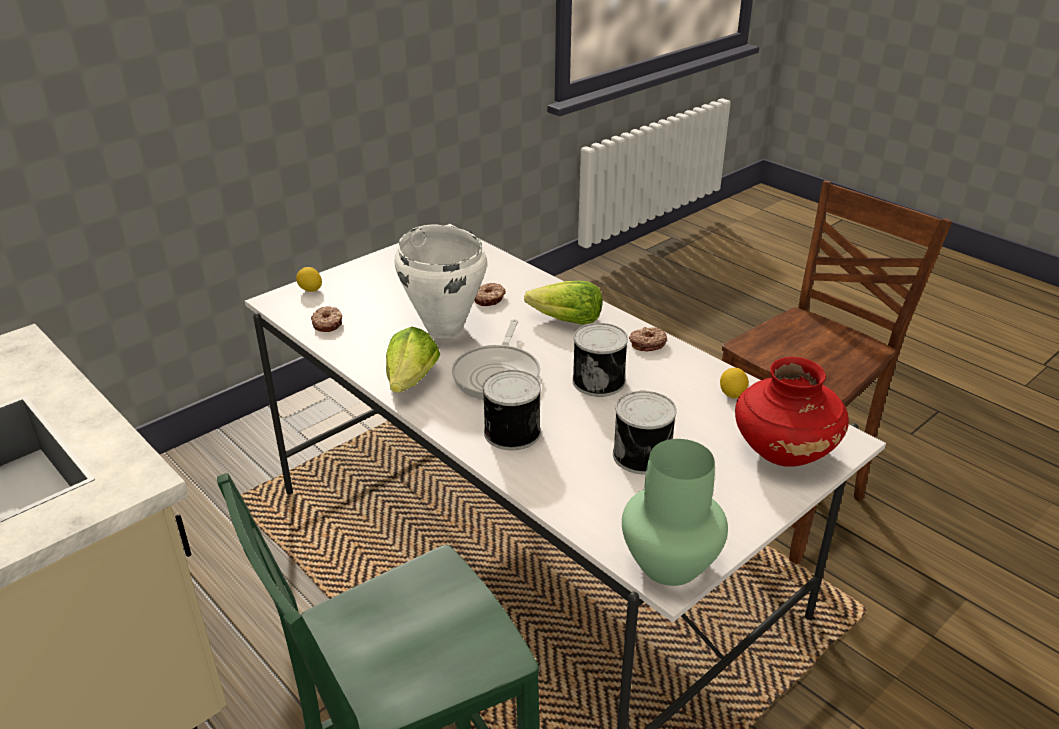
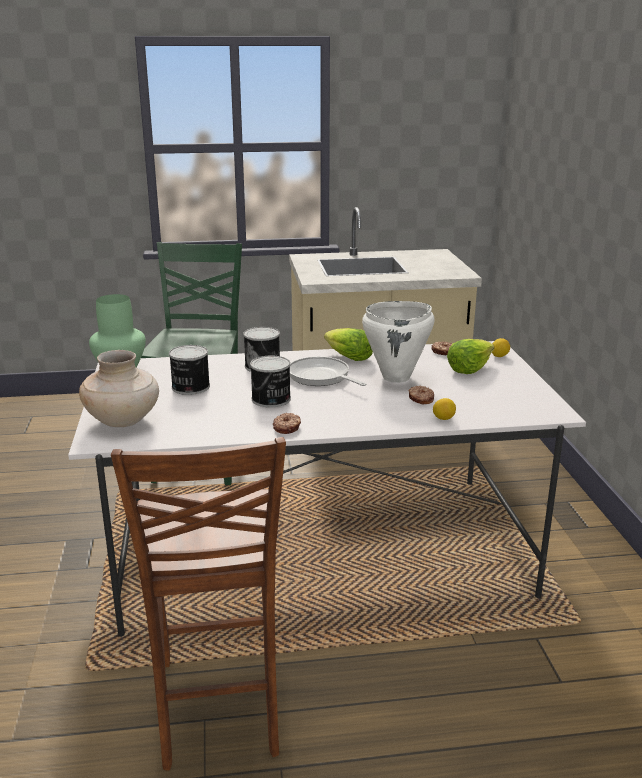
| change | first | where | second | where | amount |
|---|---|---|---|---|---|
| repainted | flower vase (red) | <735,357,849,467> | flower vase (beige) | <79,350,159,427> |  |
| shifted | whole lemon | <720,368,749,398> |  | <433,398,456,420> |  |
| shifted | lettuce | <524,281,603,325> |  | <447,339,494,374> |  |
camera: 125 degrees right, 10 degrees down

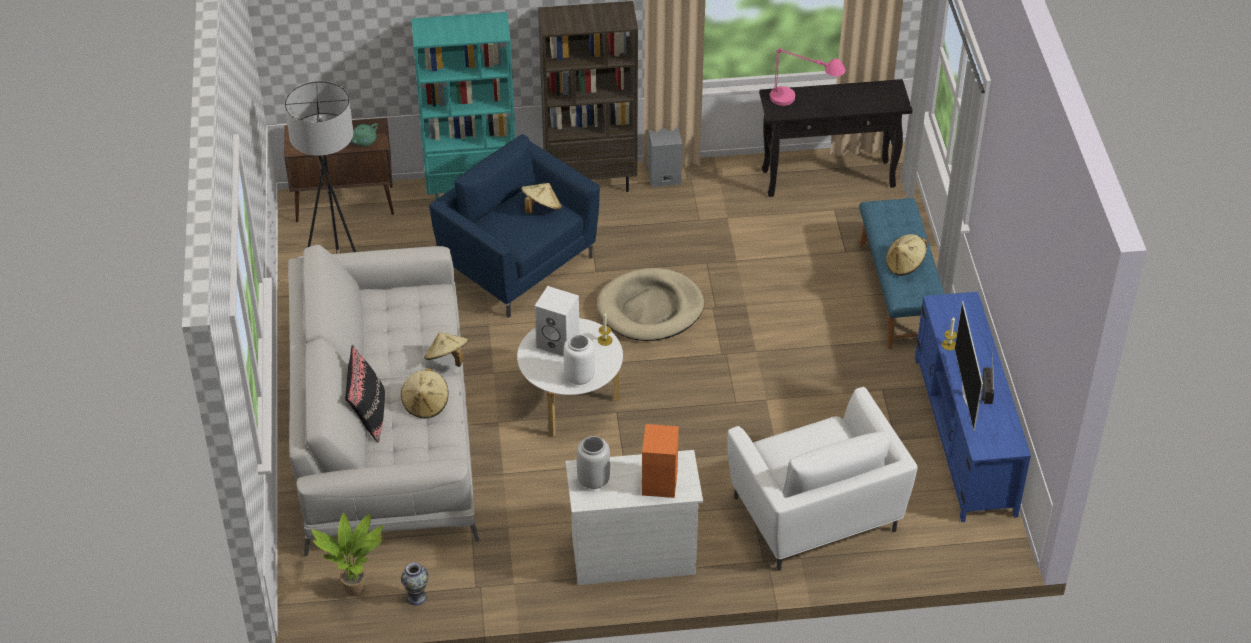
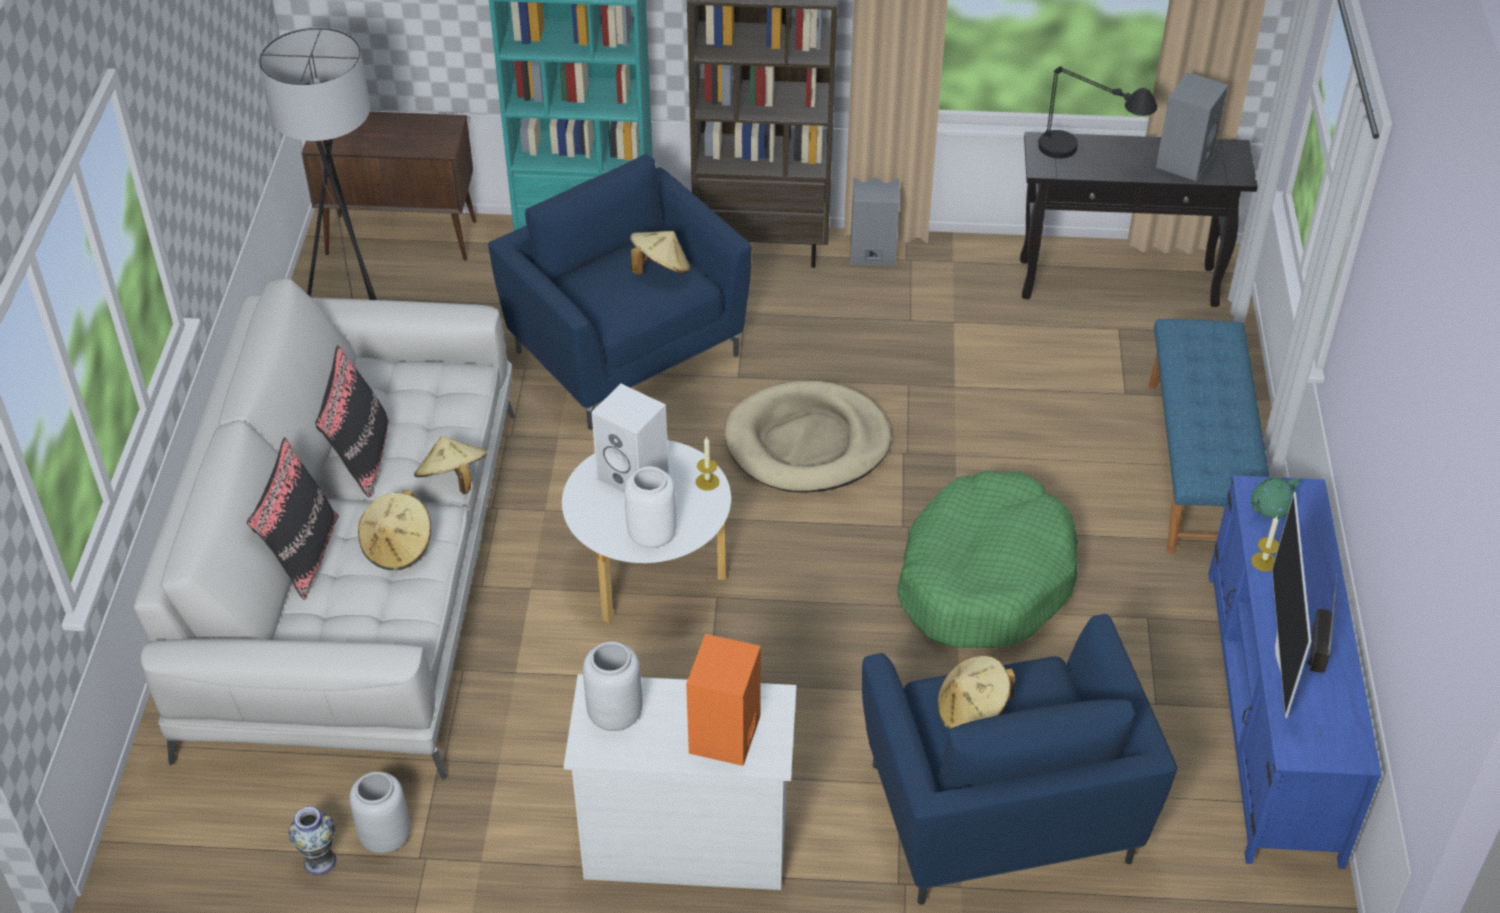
| change | first | where | second | where | amount |
|---|---|---|---|---|---|
| new |  |  | pillow (black-coloured) | <315,345,389,498> |  |
| new |  |  | flower vase (greyish) | <349,772,410,854> |  |
| repainted | easy chair (whitish) | <727,387,918,571> | easy chair (blue-coloured) | <862,614,1177,905> |  |
| new |  |  | dog cushion (greenish) | <897,470,1078,648> |  |
| shifted | wearable hat (beige) | <886,234,927,276> |  | <937,656,1015,730> |  |
| repainted | tabletop lamp (pink-coloured) | <769,48,845,106> | tabletop lamp (black-coloured) | <1038,66,1157,159> |  |
| new |  |  | audio speaker (greyish) | <1156,72,1228,181> |  |
| shifted | teapot (greenish) | <351,123,378,146> |  | <1249,477,1300,518> |  |
| gone | plant in a pot | <312,513,383,597> |  |  |  |
camera: 10 degrees right, 0 degrees up

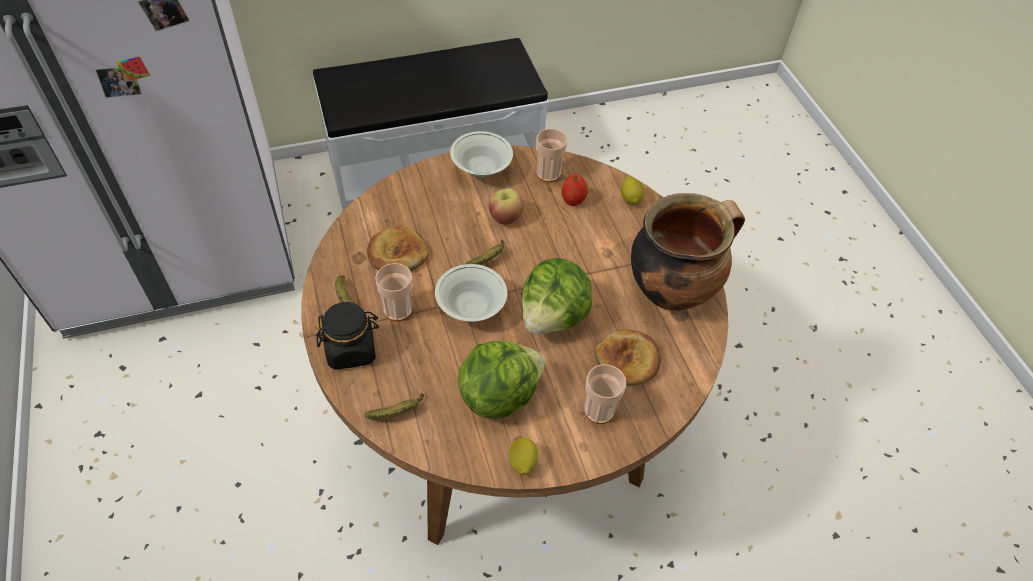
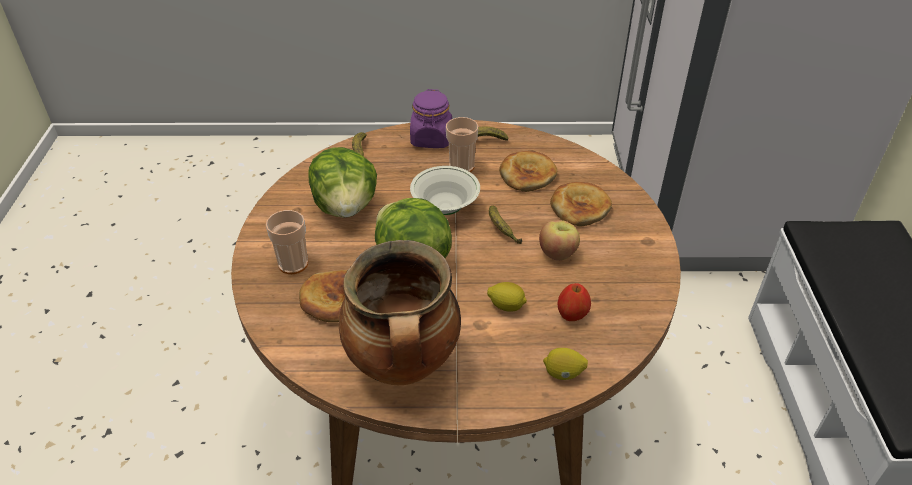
| change | first | where | second | where | amount |
|---|---|---|---|---|---|
| repainted | preserve jar (black-coloured) | <315,302,379,370> | preserve jar (purple-coloured) | <410,89,452,148> |  |
| shifted | whole lemon | <508,437,538,476> |  | <487,282,527,312> |  |
| new |  |  | bread | <550,182,612,227> |  |
| gone | bowl (whitish) | <450,131,513,178> |  |  |  |
| gone | drinking cup | <536,129,567,182> |  |  |  |
camera: 110 degrees right, 10 degrees down

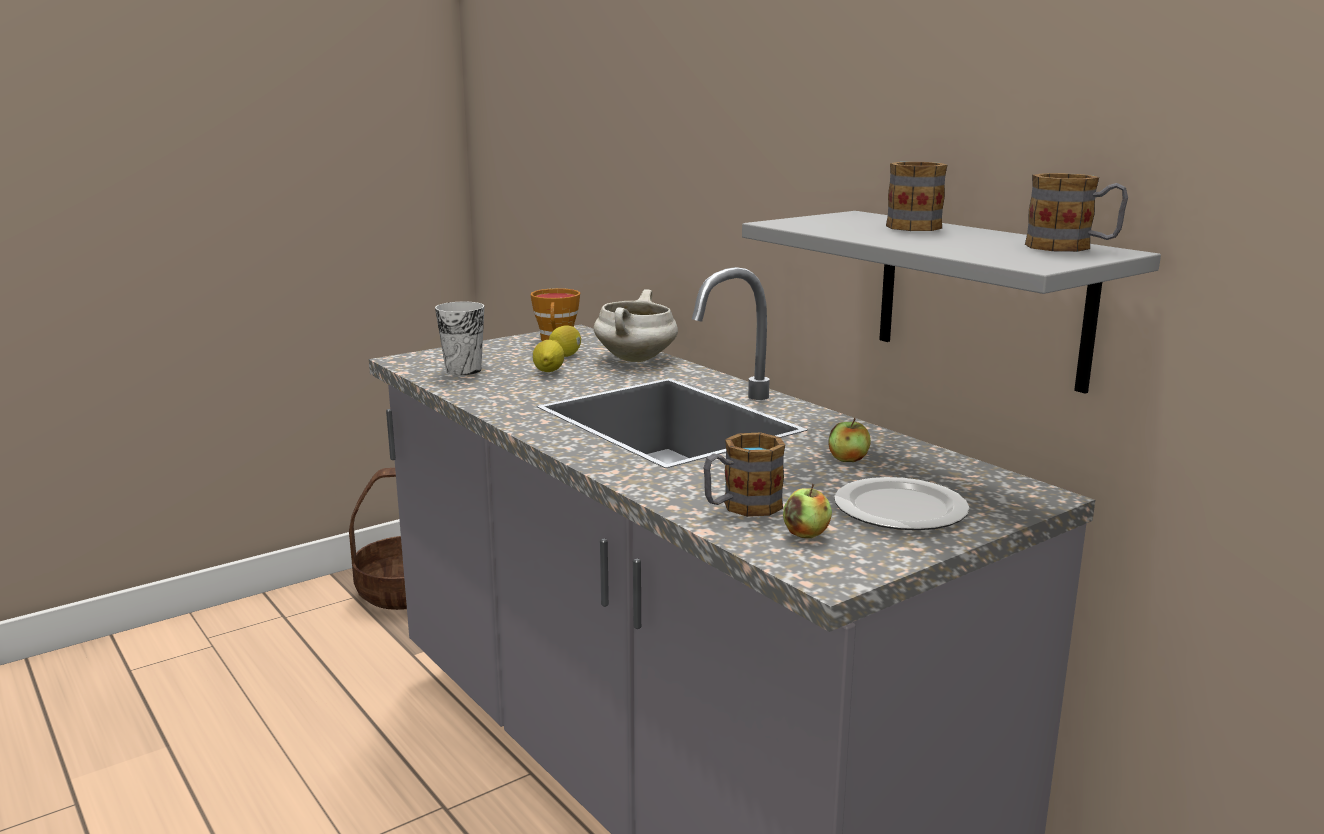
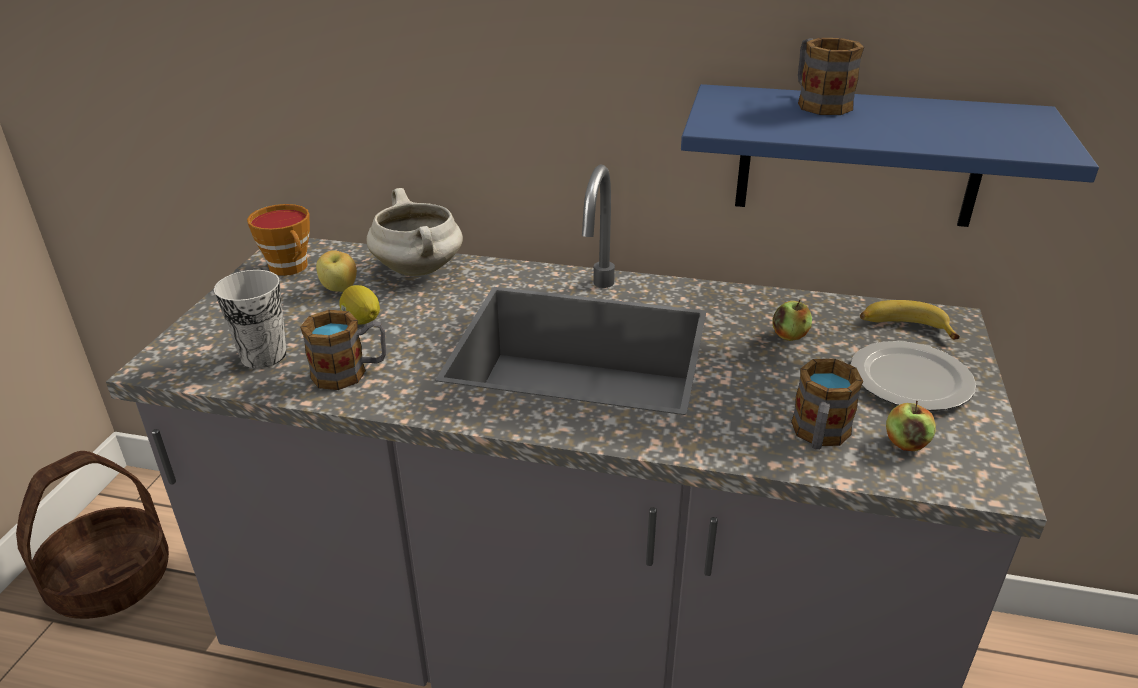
| change | first | where | second | where | amount |
|---|---|---|---|---|---|
| shifted | coffee mug | <1025,173,1128,252> |  | <300,310,386,390> |  |
| swapped | whole lemon | <549,325,581,357> | apple | <316,250,357,292> |  |
| repainted | bracket shelf (greyish) | <742,211,1161,394> | bracket shelf (blue-coloured) | <681,84,1099,227> |  |
| new |  |  | banana | <860,300,960,339> |  |
camera: 40 degrees left, 15 degrees up

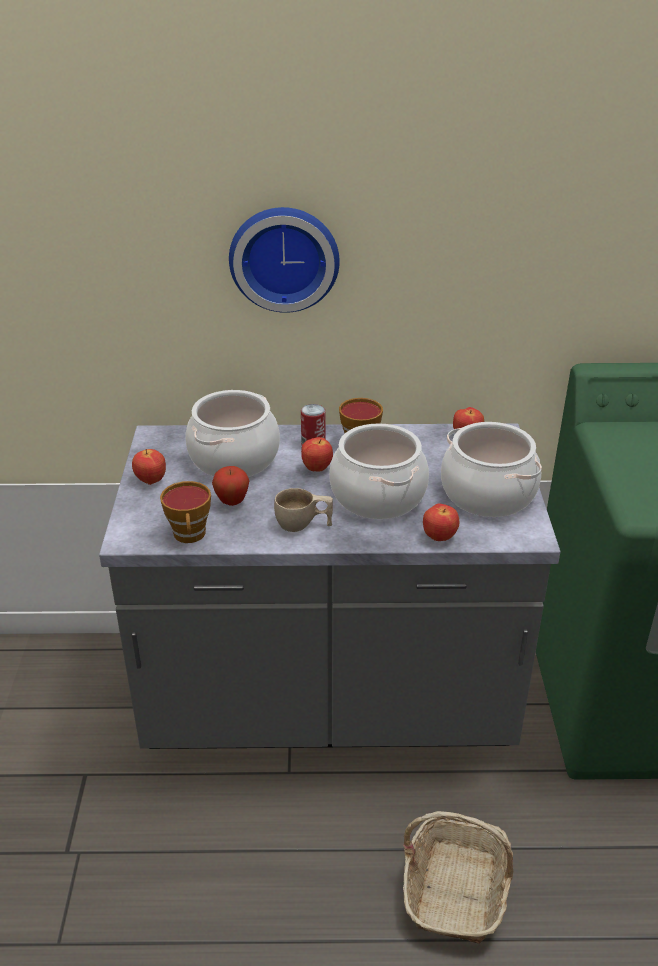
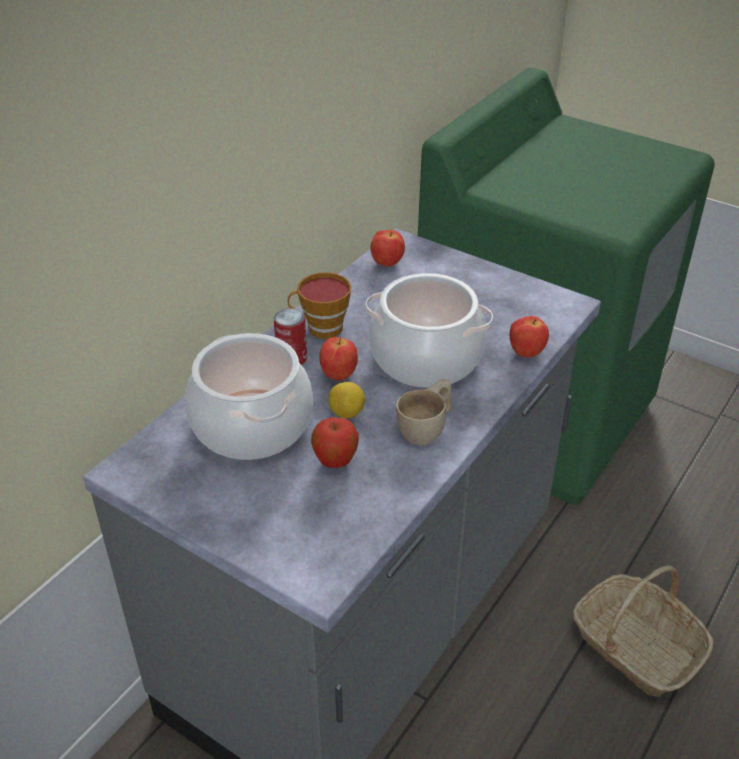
| change | first | where | second | where | amount |
|---|---|---|---|---|---|
| new |  |  | whole lemon | <328,382,365,419> |  |
| gone | apple | <132,449,166,485> |  |  |  |
| gone | drinking cup | <160,481,211,543> |  |  |  |
| gone | hanging clock | <229,207,340,313> |  |  |  |
| gone | stockpot | <441,422,542,517> |  |  |  |
camera: 55 degrees left, 5 degrees up

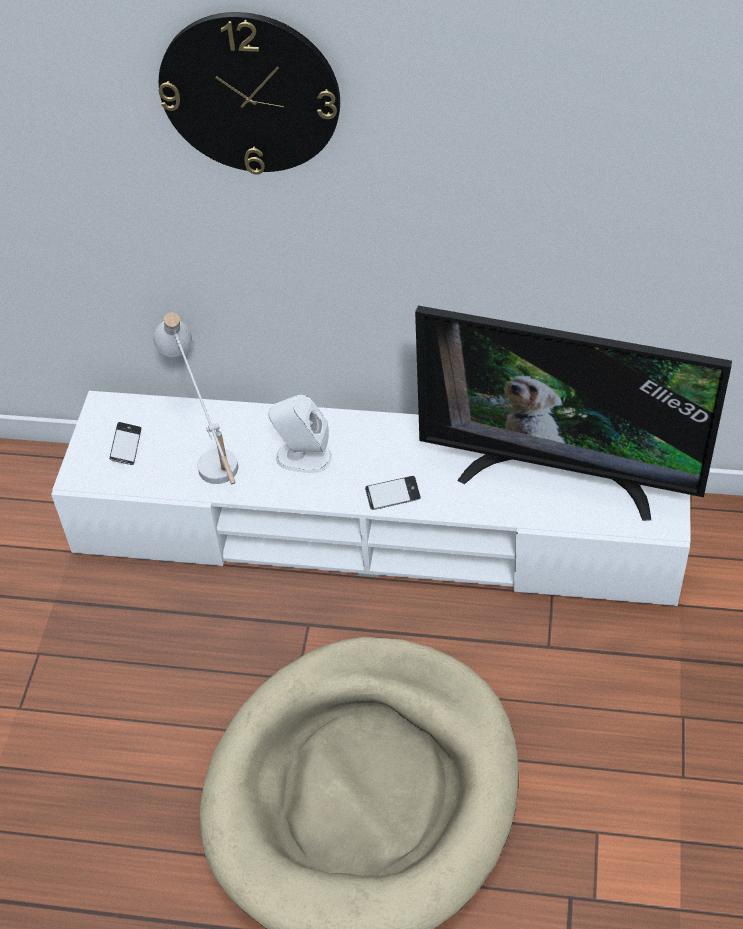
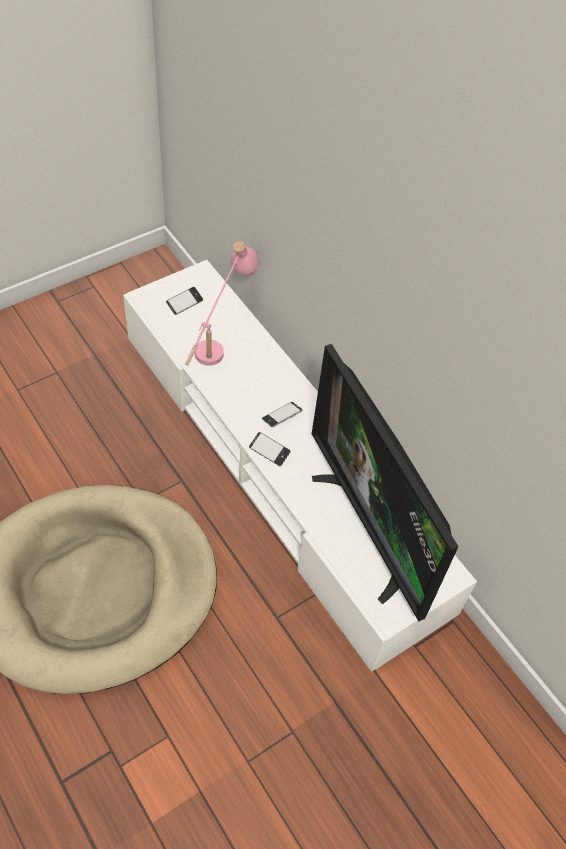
| change | first | where | second | where | amount |
|---|---|---|---|---|---|
| repainted | tabletop lamp (whitish) | <153,312,238,484> | tabletop lamp (pink-coloured) | <185,241,259,366> |  |
| new |  |  | phone | <262,402,302,427> |  |
| gone | hanging clock | <159,12,340,175> |  |  |  |
| gone | audio speaker (whitish) | <268,394,332,473> |  |  |  |
camera: 40 degrees right, 5 degrees up

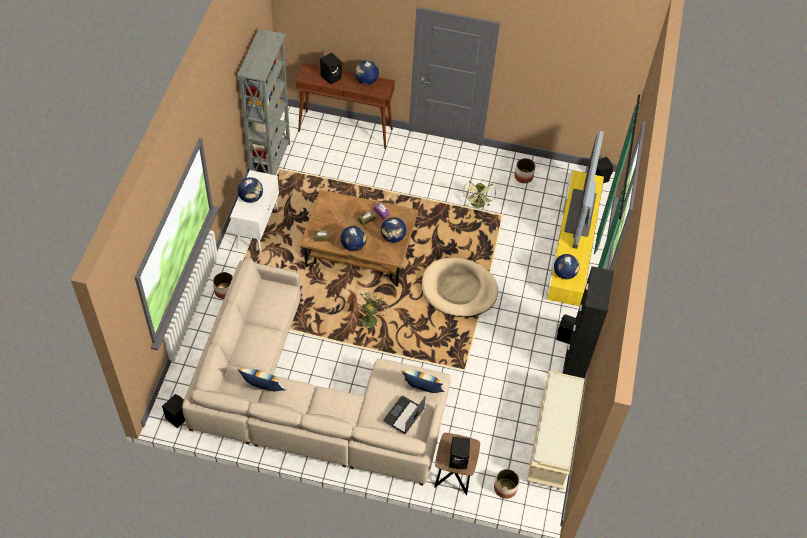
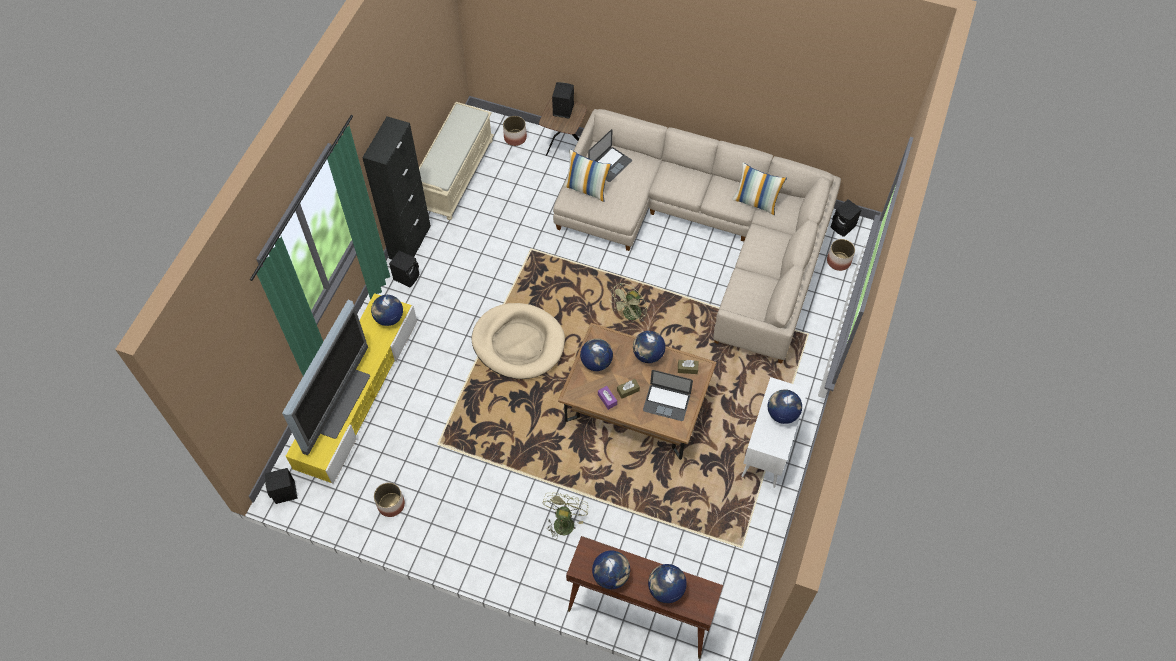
| change | first | where | second | where | amount |
|---|---|---|---|---|---|
| shifted | cooling fan (greenish) | <463,179,496,208> |  | <542,492,589,540> |  |
| new |  |  | portable computer | <643,370,693,421> |  |
| swapped | audio speaker (black-coloured) | <320,52,342,84> | world globe | <648,564,687,603> |  |
| shifted | plant pot | <213,272,233,299> |  | <827,239,855,271> |  |
| gone | shelving unit (greyish) | <237,29,290,175> |  |  |  |
camera: 170 degrees left, 5 degrees up

